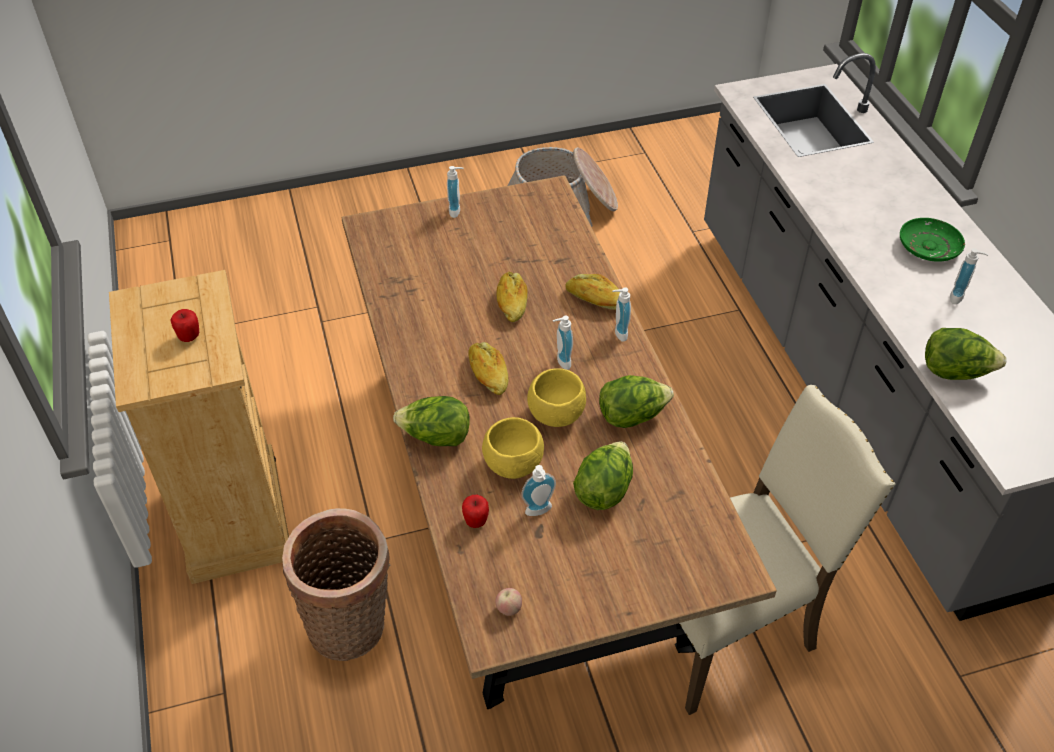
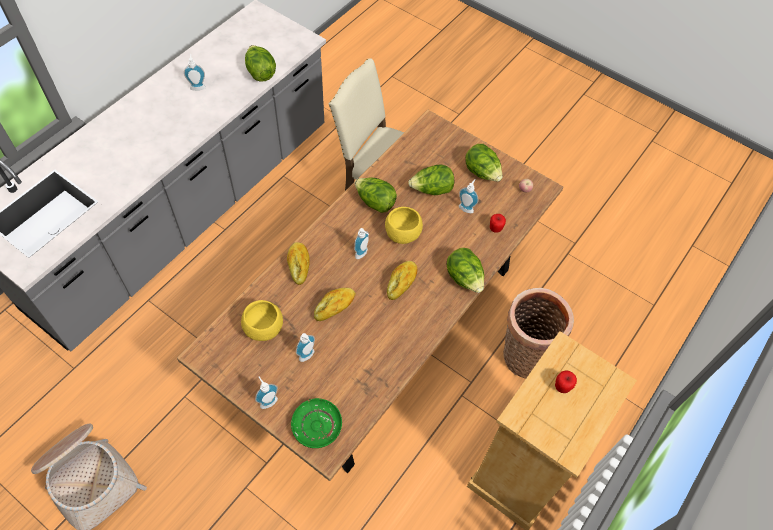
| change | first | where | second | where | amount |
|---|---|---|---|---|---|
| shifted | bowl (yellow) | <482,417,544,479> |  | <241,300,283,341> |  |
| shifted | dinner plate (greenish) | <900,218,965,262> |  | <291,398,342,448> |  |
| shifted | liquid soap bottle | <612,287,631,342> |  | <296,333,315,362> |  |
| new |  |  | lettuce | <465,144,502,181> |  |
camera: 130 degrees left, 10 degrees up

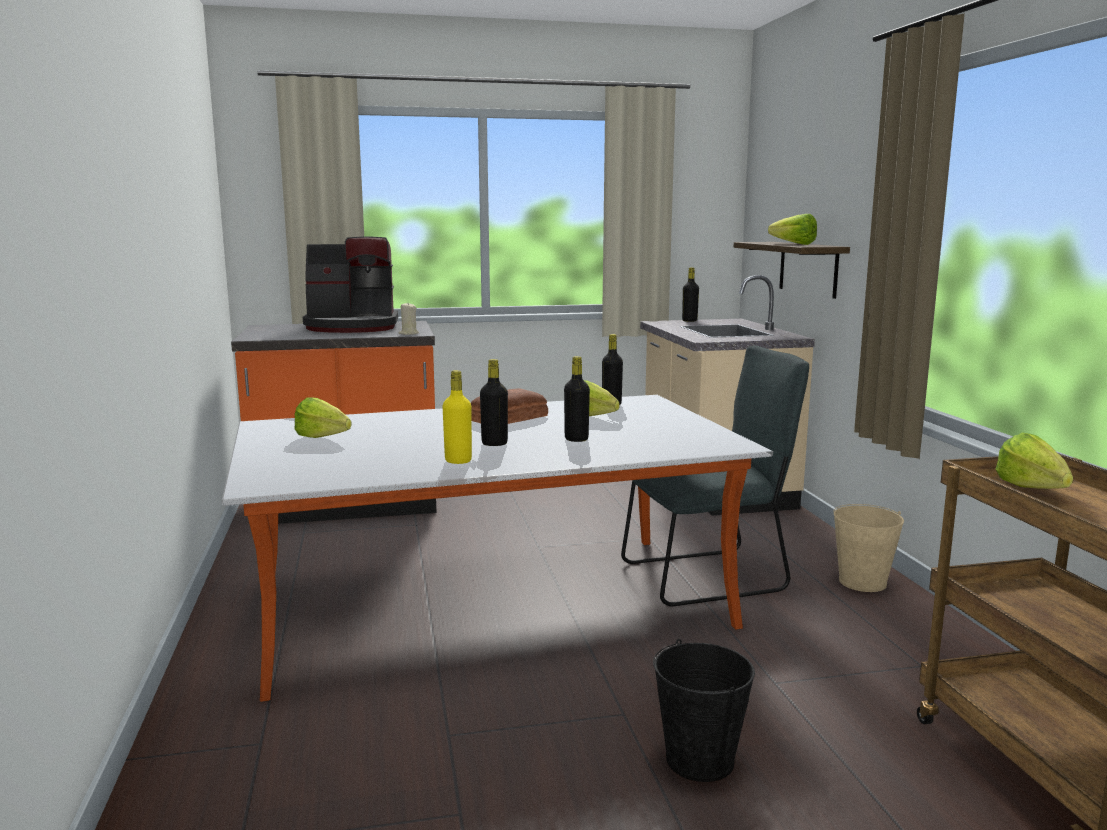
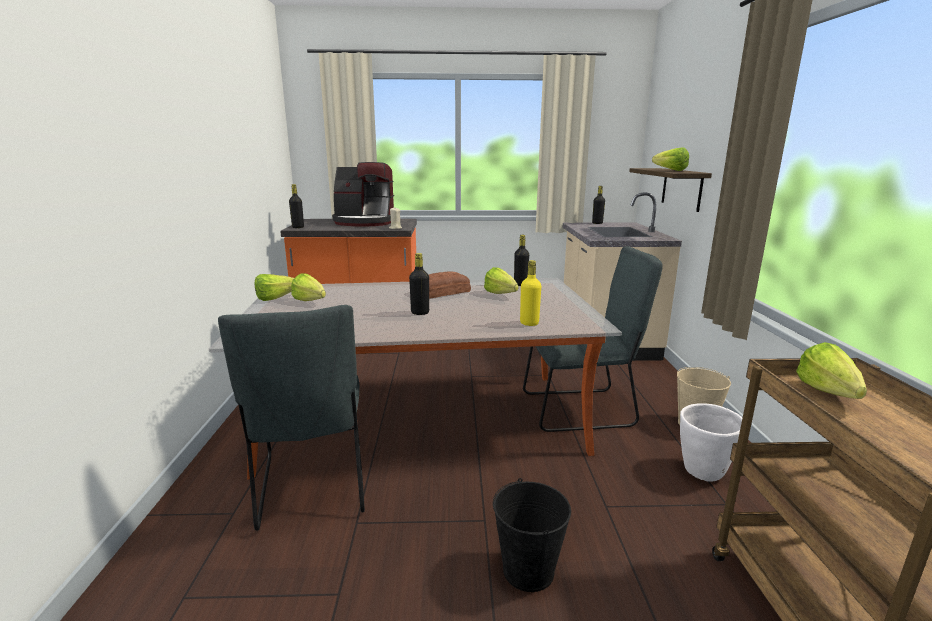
| change | first | where | second | where | amount |
|---|---|---|---|---|---|
| new |  |  | plain chair (greyish) | <218,305,365,531> |  |
| new |  |  | lettuce | <255,274,294,301> |  |
| shifted | drink bottle (black-coloured) | <564,356,590,442> |  | <289,184,304,228> |  |
| shifted | drink bottle (yellow) | <443,370,472,464> |  | <520,260,541,326> |  |
| new |  |  | plant pot (whitish) | <680,403,743,482> |  |
camera: 10 degrees right, 5 degrees up

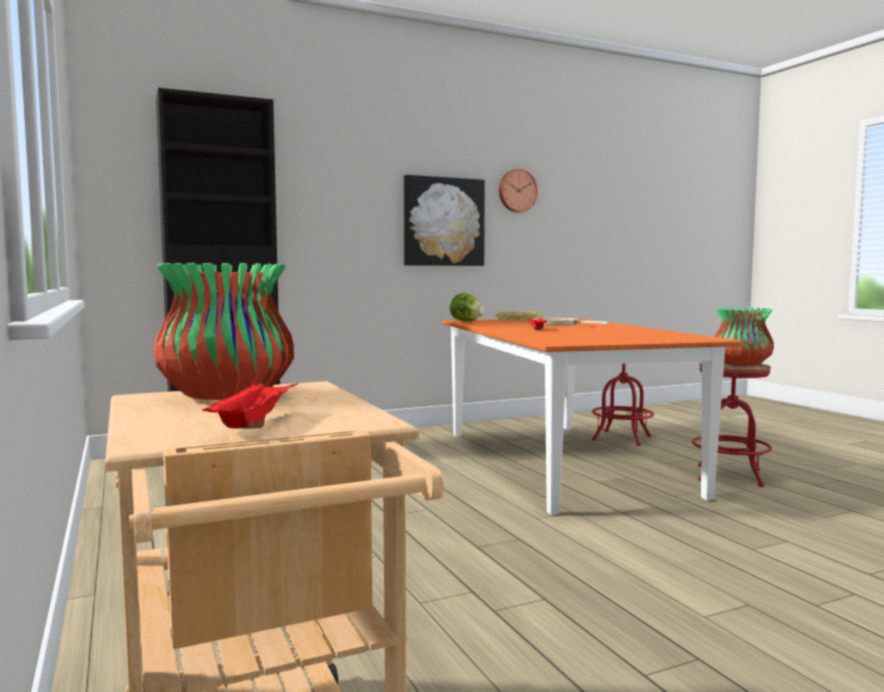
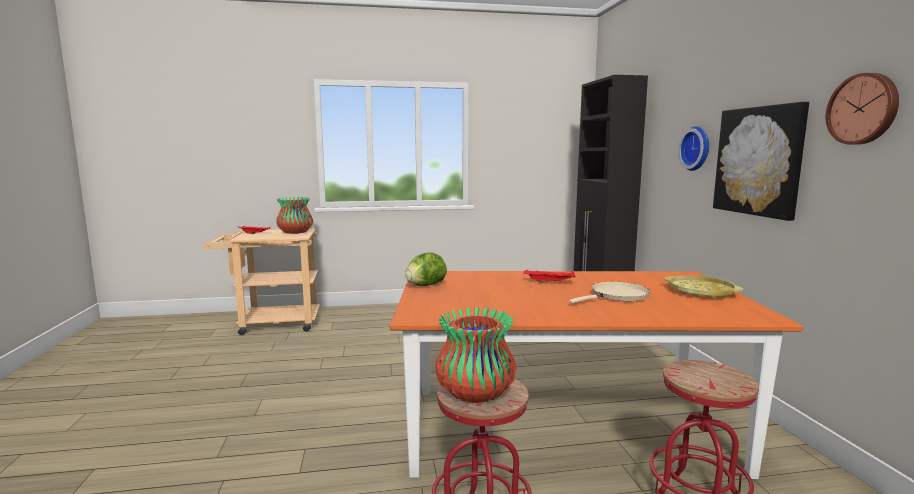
| change | first | where | second | where | amount |
|---|---|---|---|---|---|
| shifted | lettuce | <450,293,484,321> |  | <405,252,447,286> |  |
| new |  |  | hanging clock | <678,126,709,171> |  |
camera: 105 degrees right, 5 degrees up

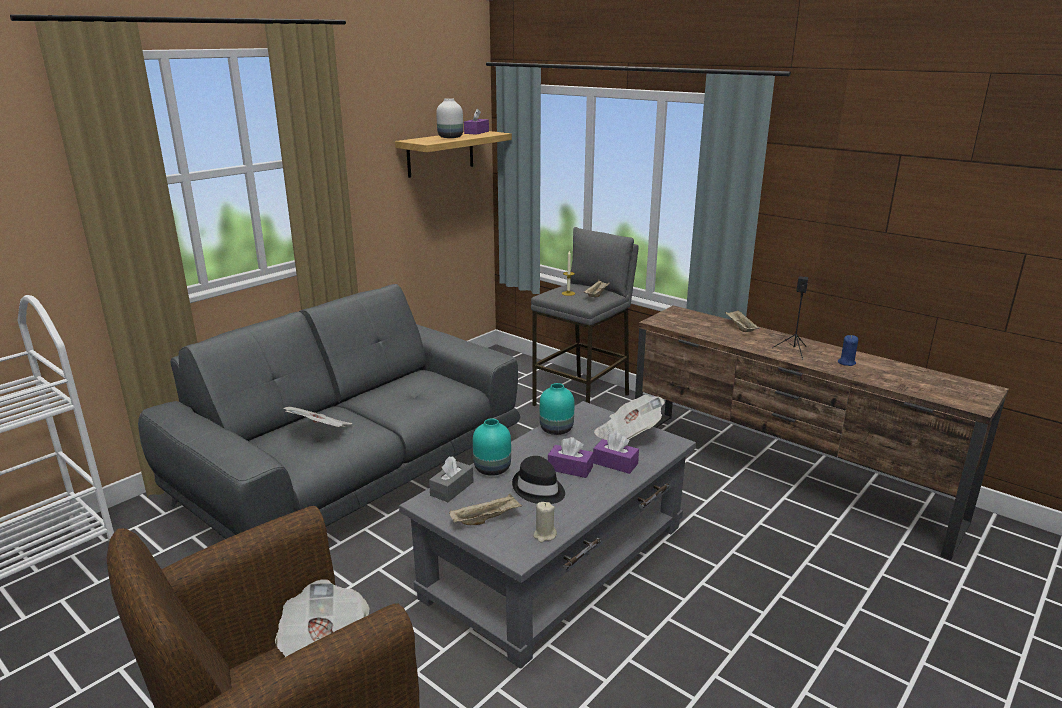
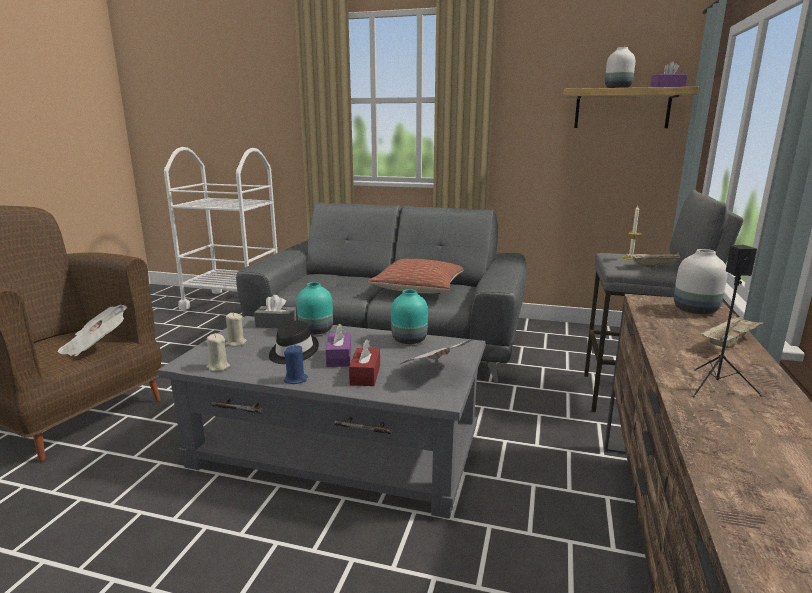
| change | first | where | second | where | amount |
|---|---|---|---|---|---|
| swapped | carrying tray (beige) | <449,494,522,525> | wax candle (beige) | <225,313,247,346> |  |
| shifted | wax candle (blue-coloured) | <838,335,858,366> |  | <284,345,308,384> |  |
| repainted | box of tissues (purple-coloured) | <593,432,639,474> | box of tissues (red) | <349,339,380,386> |  |
| new |  |  | pillow | <367,259,464,293> |  |
| new |  |  | flower vase (whitish) | <674,249,728,314> |  |
| gone | newspaper | <283,407,353,427> |  |  |  |
camera: 65 degrees right, 5 degrees down

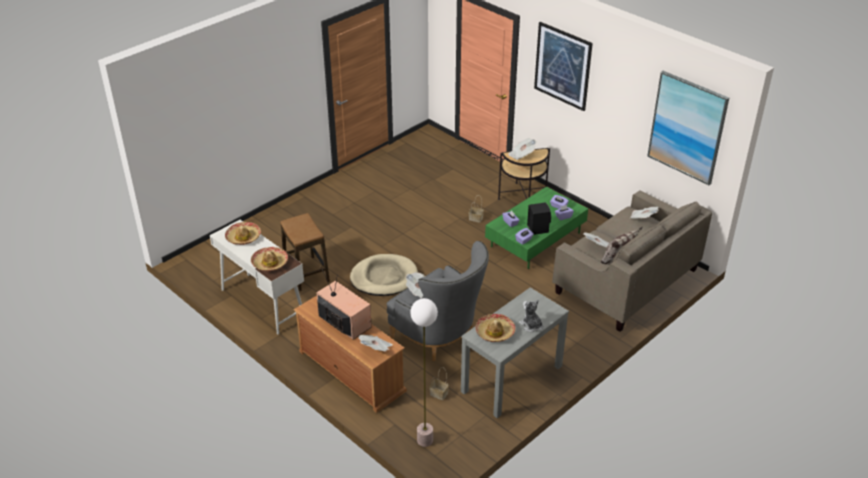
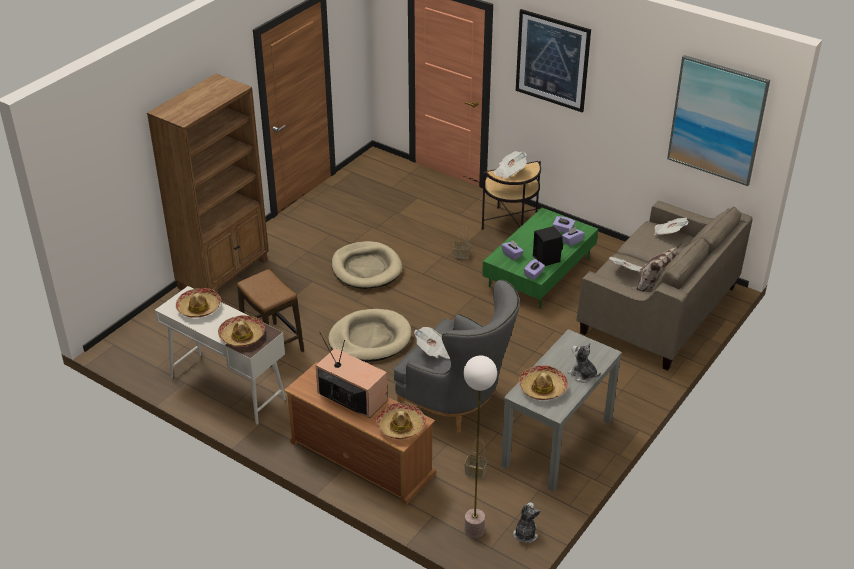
| change | first | where | second | where | amount |
|---|---|---|---|---|---|
| new |  |  | shelving unit (brownish) | <147,74,269,291> |  |
| new |  |  | dog cushion (beige) | <331,241,402,289> |  |
| swapped | newspaper | <358,335,393,352> | wearable hat | <376,403,426,439> |  |
| new |  |  | soft toy | <513,502,541,543> |  |
camera: 10 degrees left, 0 degrees up

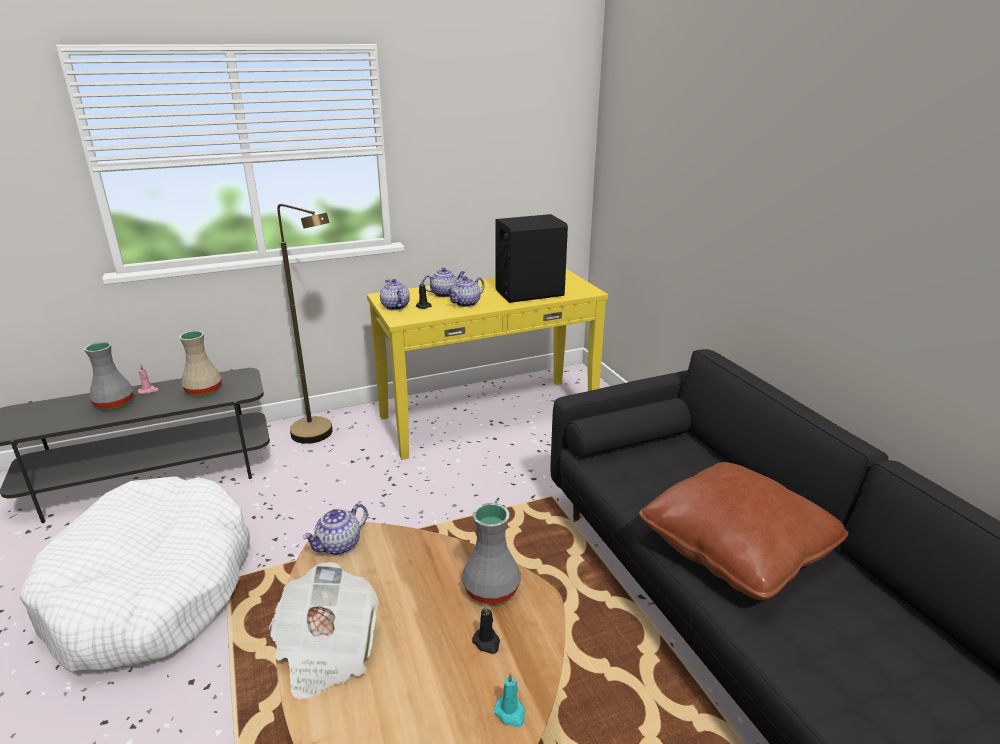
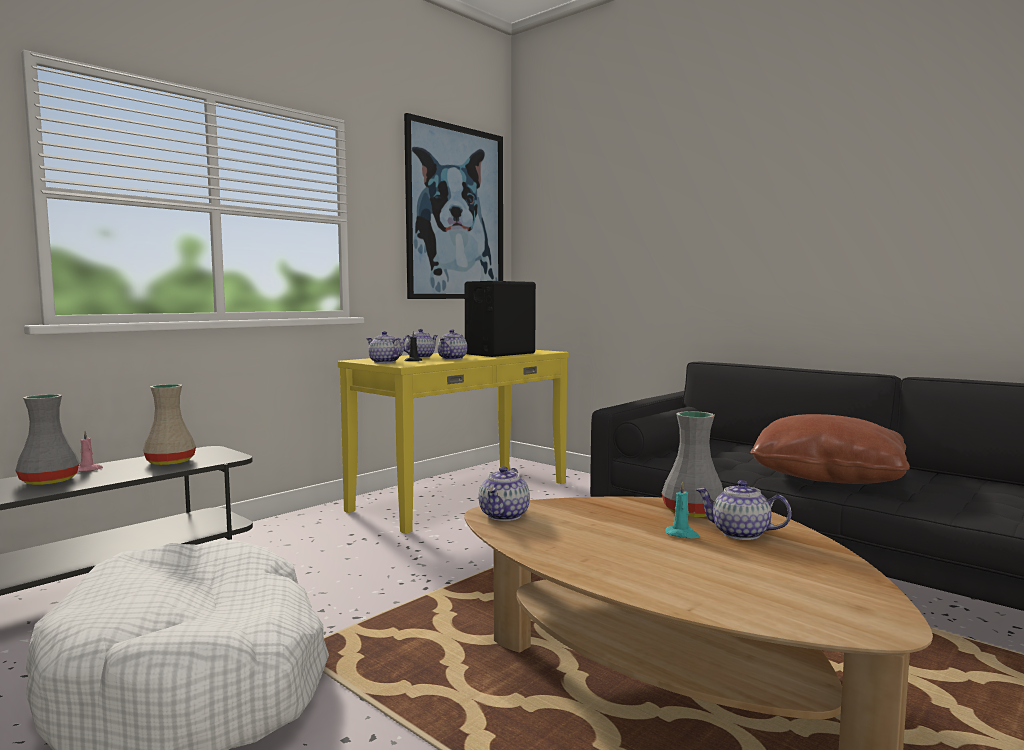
| change | first | where | second | where | amount |
|---|---|---|---|---|---|
| new |  |  | wall art | <404,113,503,299> |  |
| shifted | wax candle (turquoise) | <494,673,525,727> |  | <665,482,699,538> |  |
| swapped | wax candle (black-coloured) | <472,605,500,654> | teapot | <695,480,792,540> |  |
| gone | newspaper | <269,562,379,700> |  |  |  |
| gone | standing lamp (brownish) | <277,204,333,444> |  |  |  |
camera: 25 degrees left, 20 degrees down

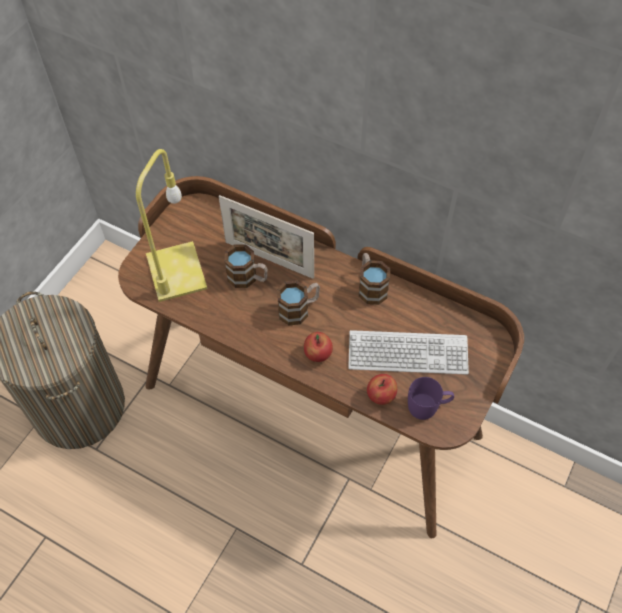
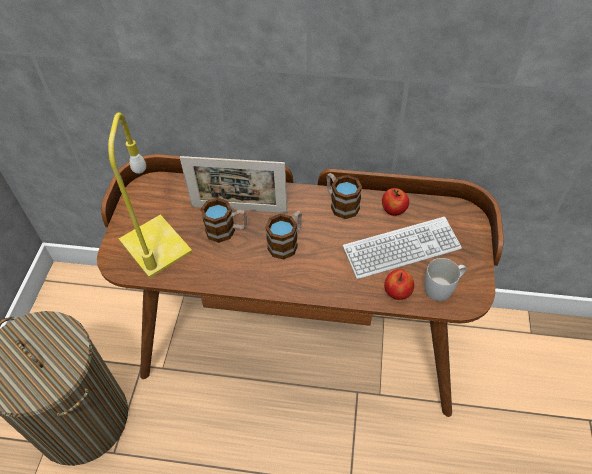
| change | first | where | second | where | amount |
|---|---|---|---|---|---|
| shifted | apple | <304,332,333,362> |  | <382,188,409,216> |  |
| repainted | coffee mug (purple-coloured) | <408,377,454,420> | coffee mug (whitish) | <425,258,466,301> |  |
camera: 20 degrees left, 5 degrees down

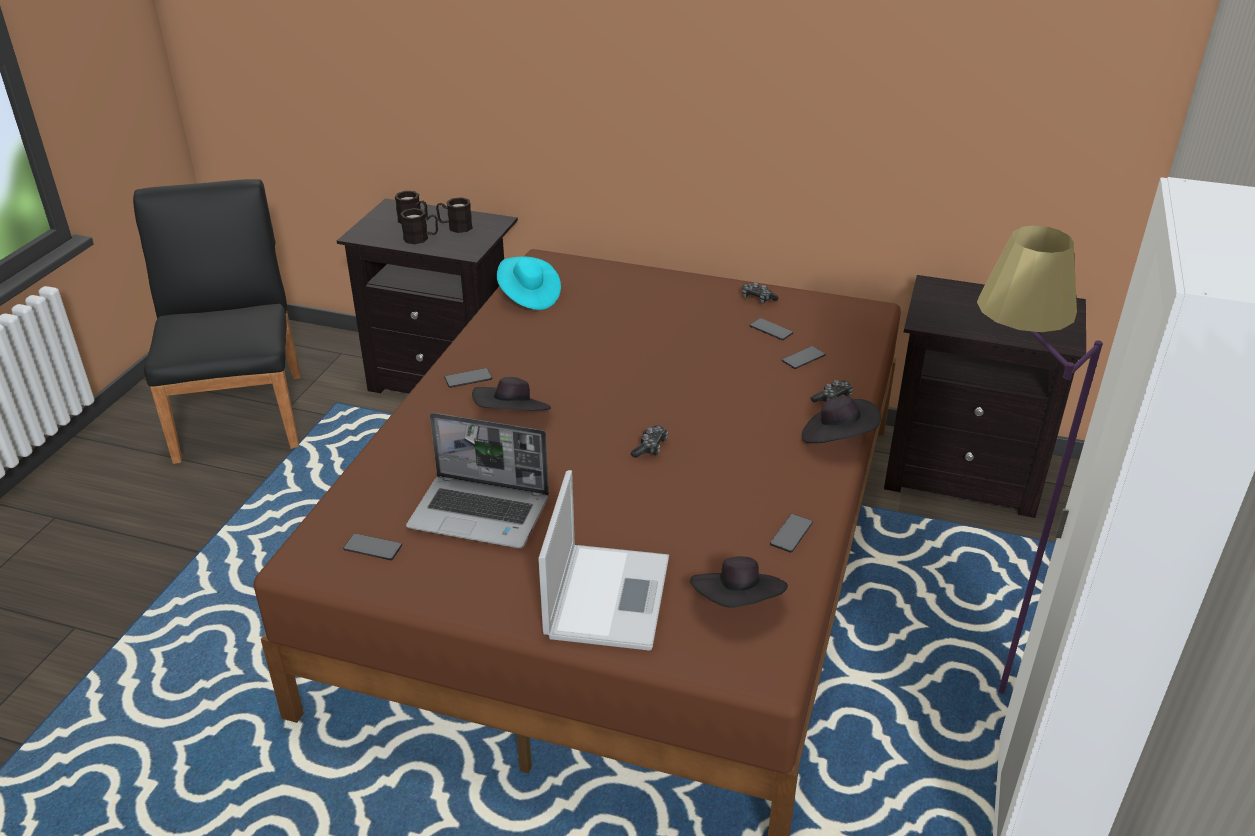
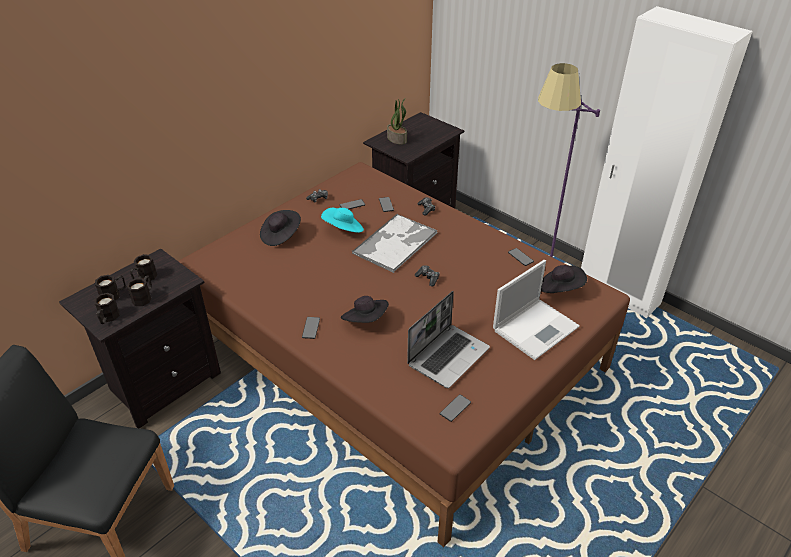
| change | first | where | second | where | amount |
|---|---|---|---|---|---|
| new |  |  | coffee mug (black-coloured) | <94,293,120,324> |  |
| shifted | wearable hat (black-coloured) | <801,396,881,443> |  | <260,210,301,246> |  |
| shifted | wearable hat (turquoise) | <497,257,561,310> |  | <321,208,364,233> |  |
| new |  |  | carrying tray | <352,213,437,273> |  |
| new |  |  | plant in a pot | <387,99,407,145> |  |
| rotated | portable computer | <538,470,669,651> |  | <493,260,580,360> | 105 degrees clockwise |
camera: 65 degrees left, 5 degrees up

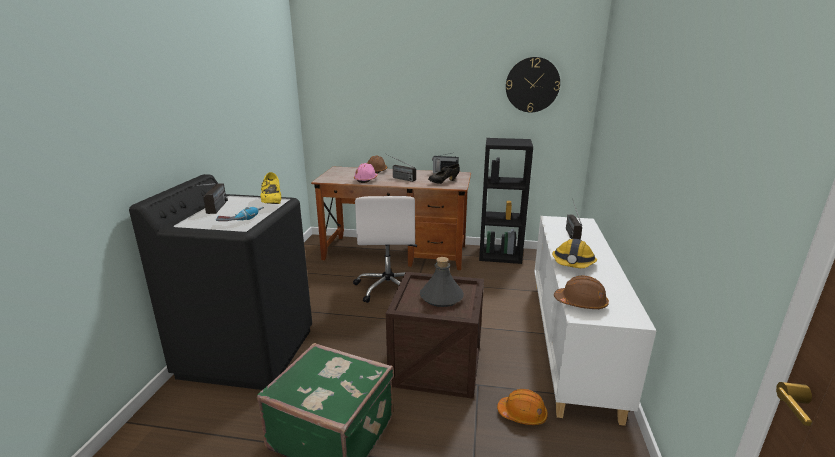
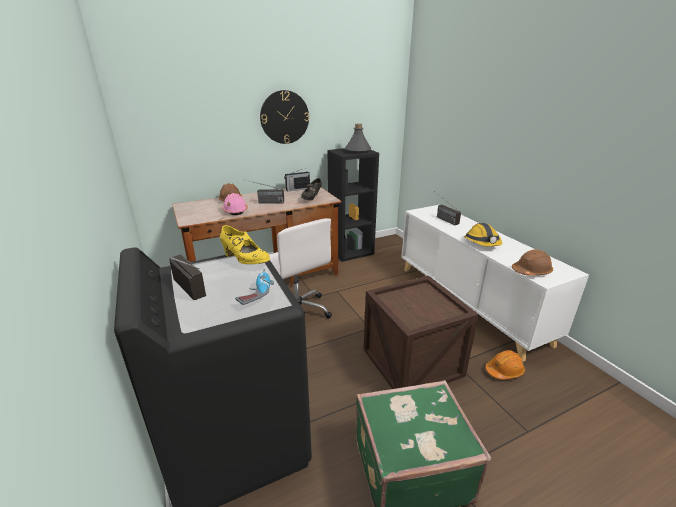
| change | first | where | second | where | amount |
|---|---|---|---|---|---|
| shifted | hanging clock | <506,57,560,112> |  | <260,90,309,144> |  |
| shifted | drink bottle (greyish) | <420,257,464,307> |  | <345,124,371,154> |  |
camera: 35 degrees left, 5 degrees up

